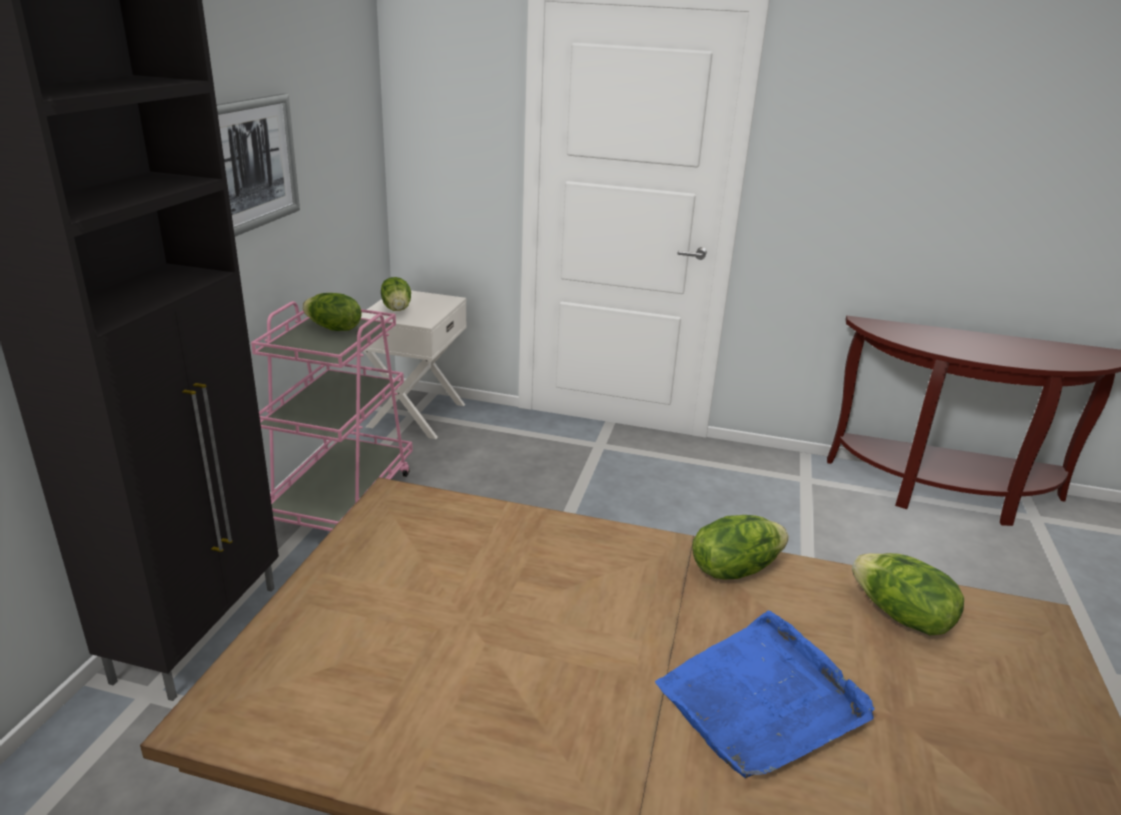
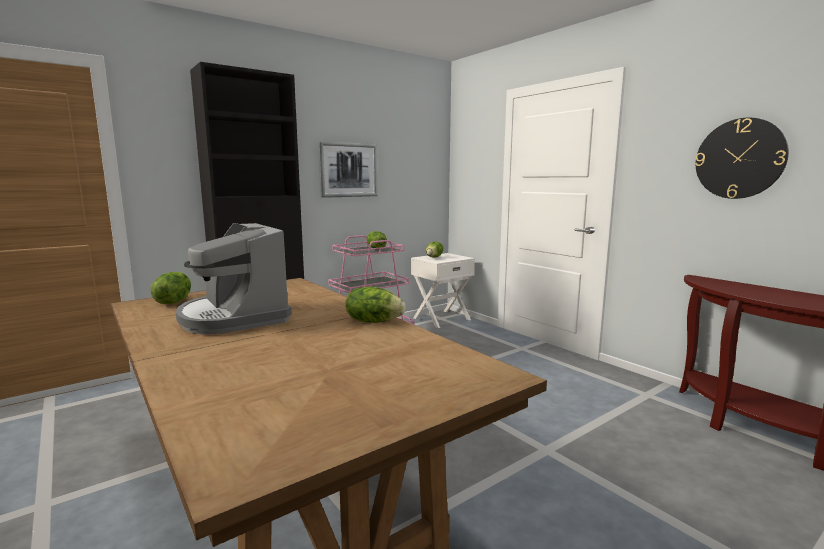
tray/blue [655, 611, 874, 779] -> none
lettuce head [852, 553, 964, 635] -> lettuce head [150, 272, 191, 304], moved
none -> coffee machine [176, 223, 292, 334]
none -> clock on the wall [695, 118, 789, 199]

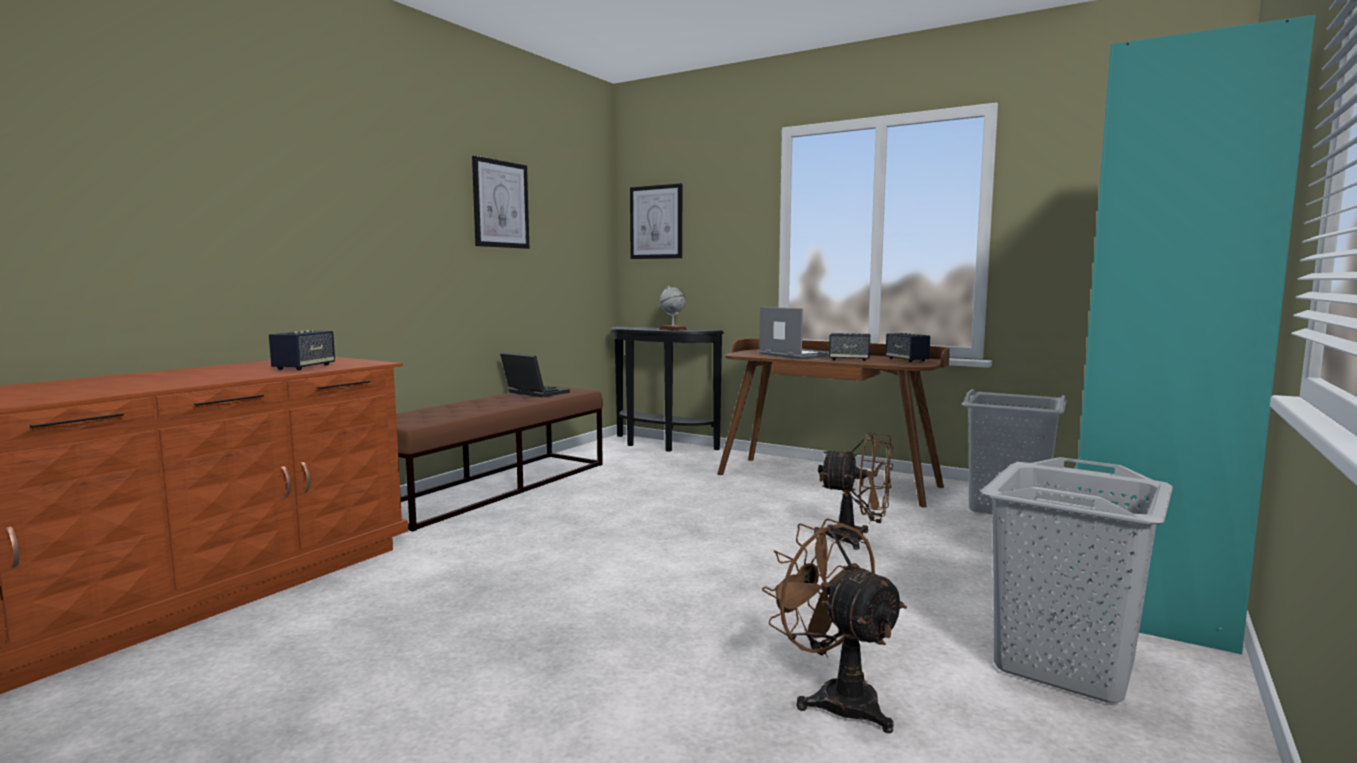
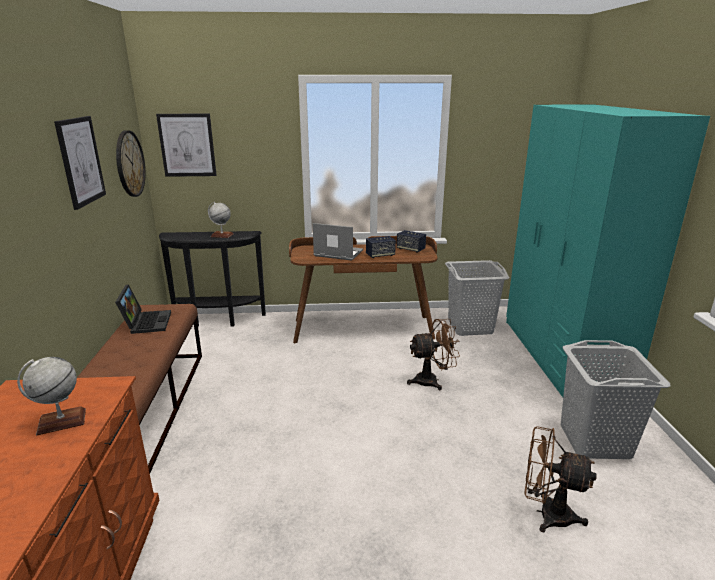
loudspeaker [269, 330, 335, 370] -> globe [17, 357, 86, 435]
laptop [500, 352, 570, 397] -> laptop [115, 284, 171, 334], 75 degrees clockwise
none -> clock on the wall [116, 130, 145, 197]

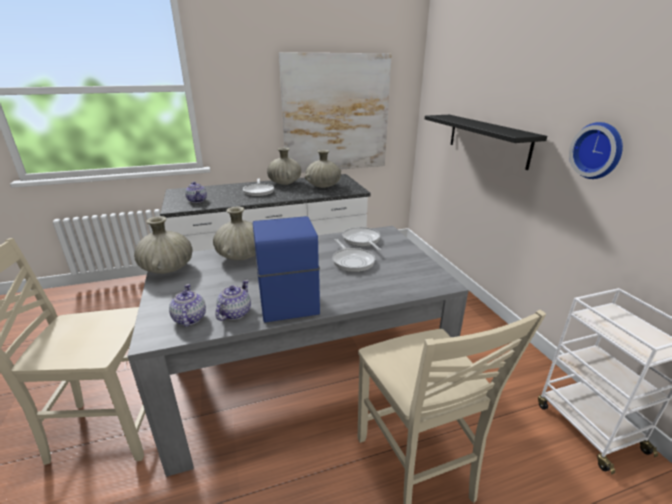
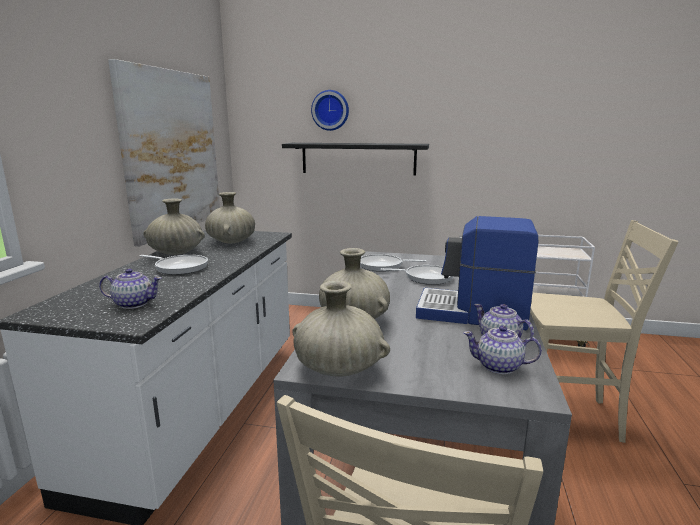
clock on the wall [569, 122, 623, 179] -> clock on the wall [311, 90, 349, 131], moved

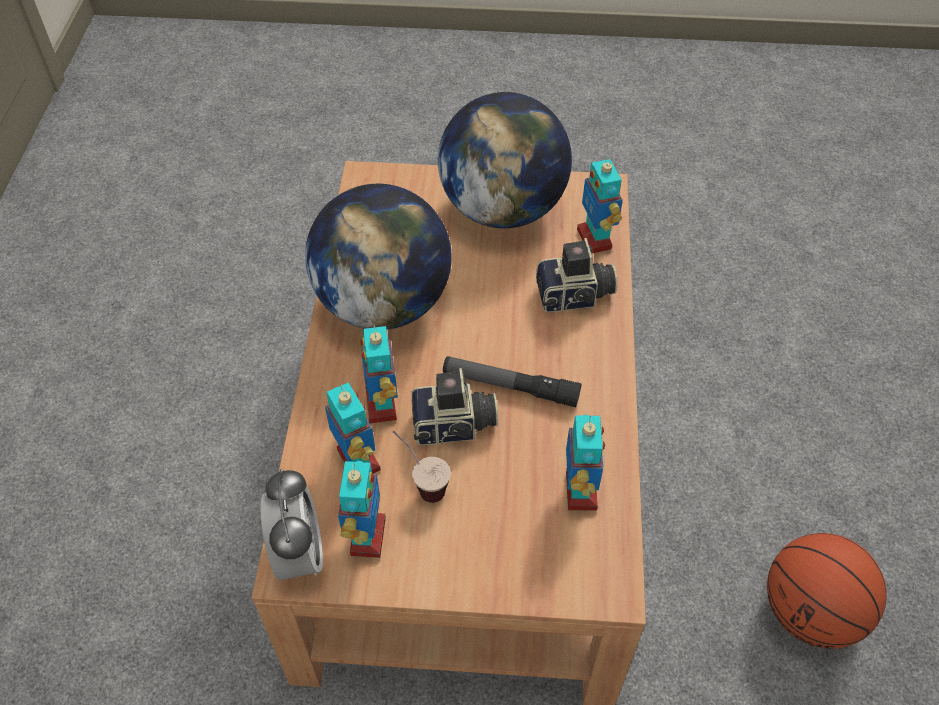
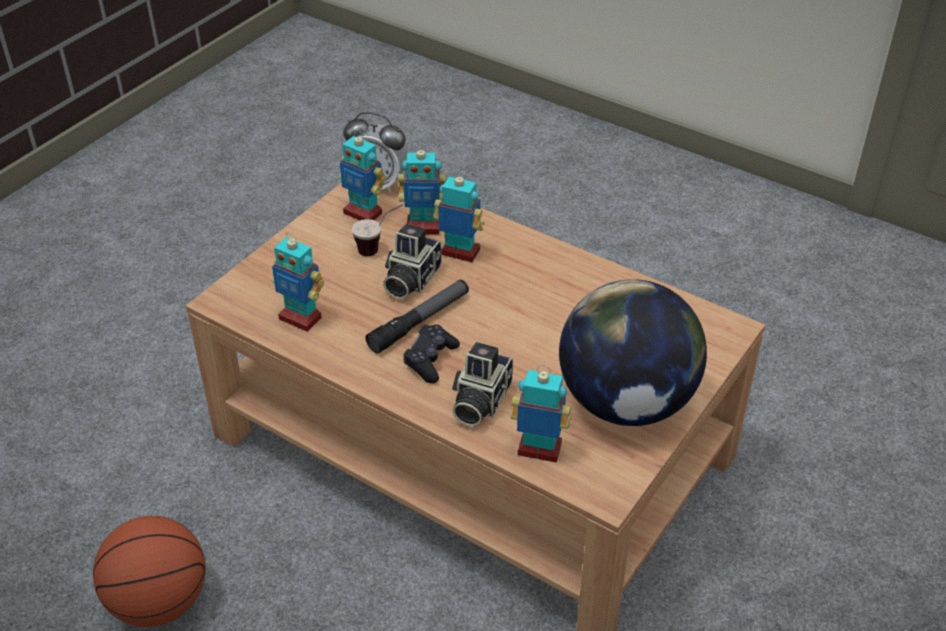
globe [305, 184, 452, 330] -> none
none -> joypad/black-coloured [403, 325, 460, 383]

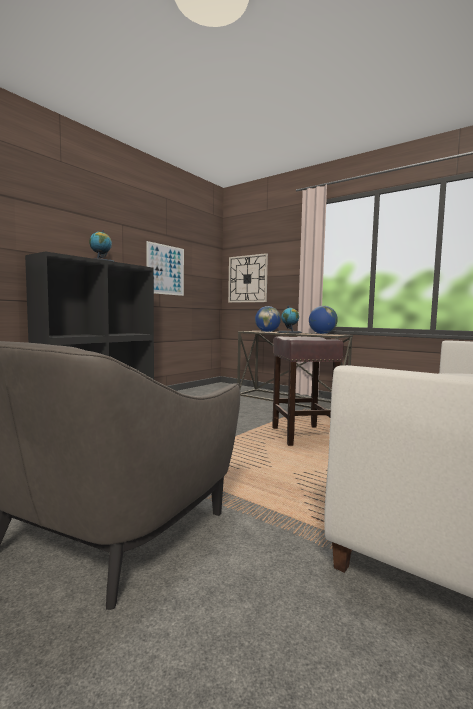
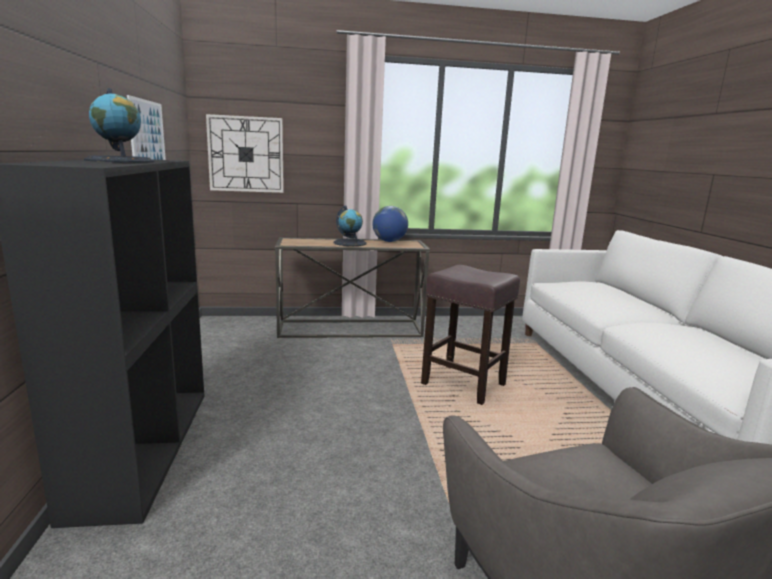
globe [255, 306, 281, 332] -> none

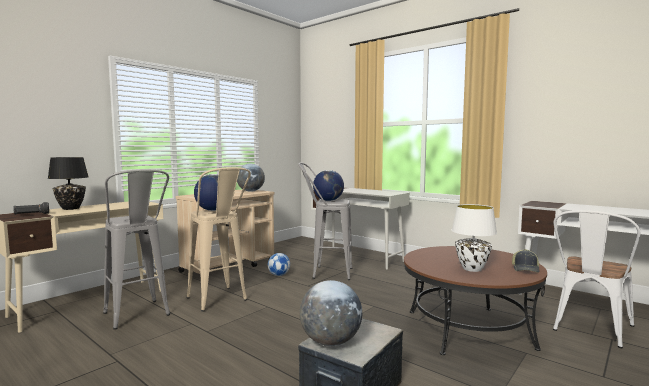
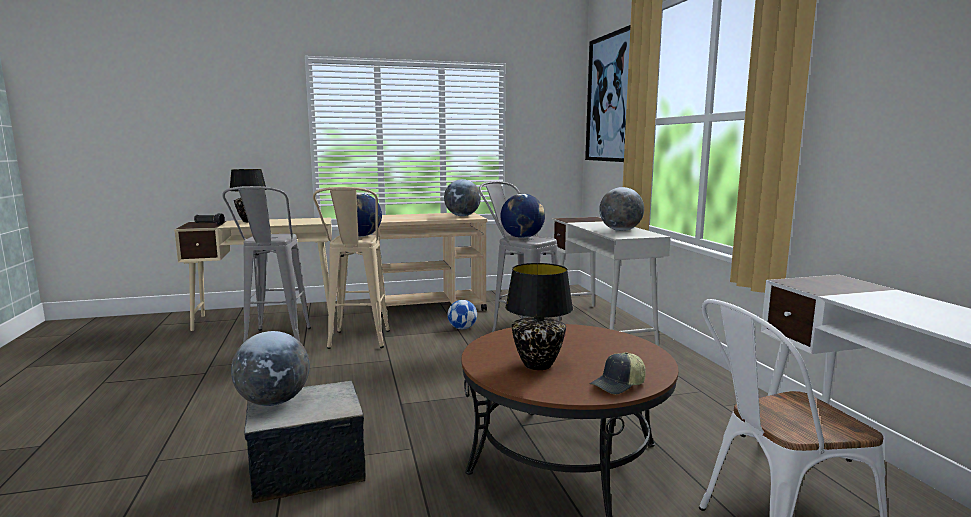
lamp for a table/whitish [452, 204, 497, 272] -> lamp for a table/black-coloured [505, 263, 573, 370]
none -> wall art [585, 25, 630, 162]
none -> globe [599, 187, 644, 231]

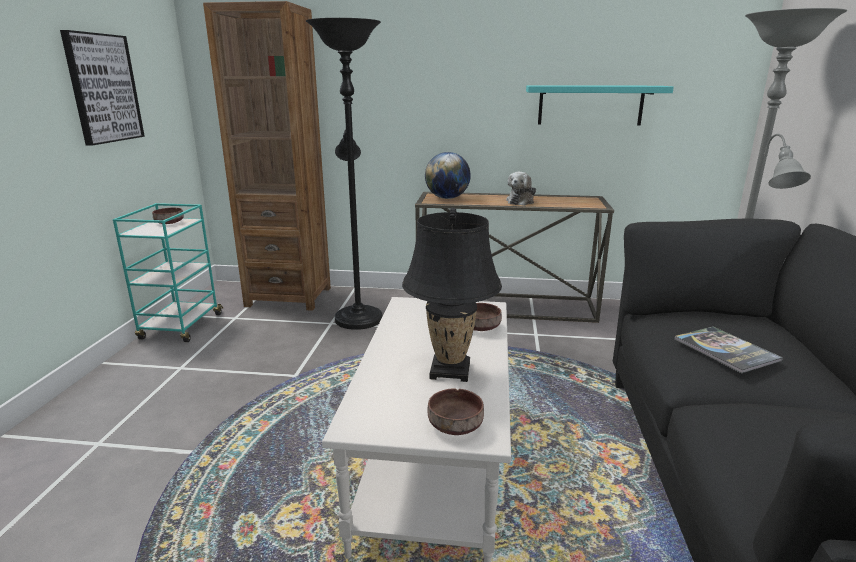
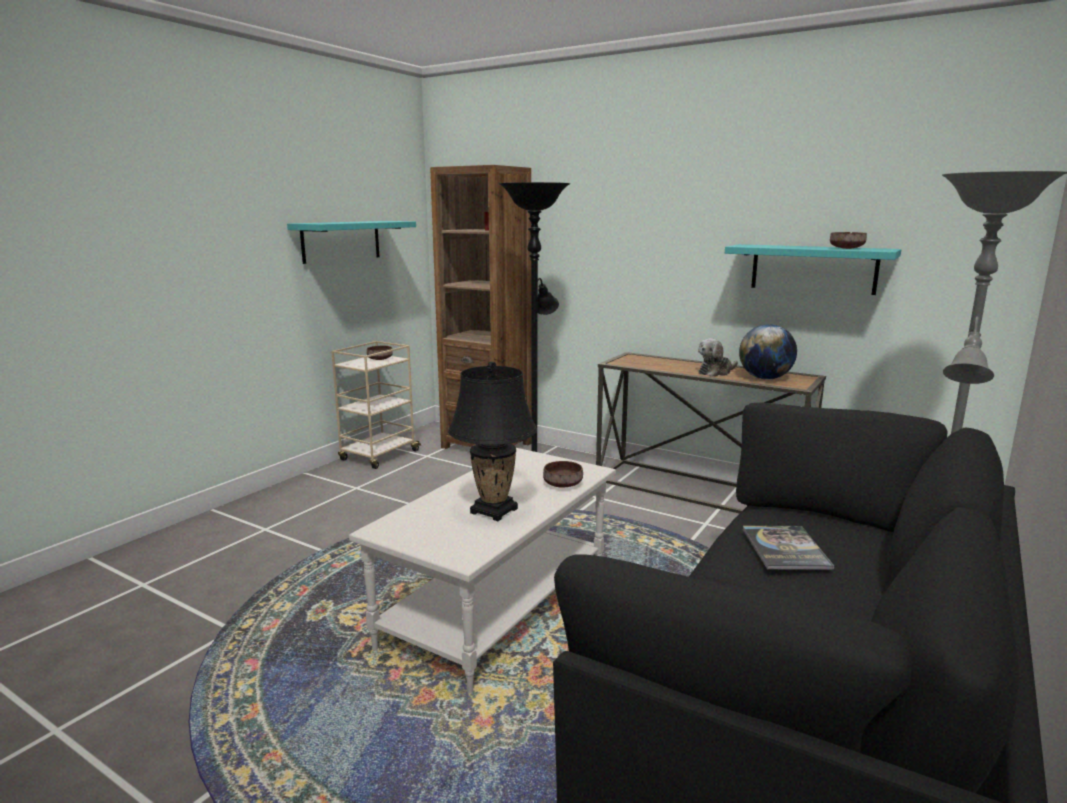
wall art [60, 30, 145, 146] -> bracket shelf/turquoise [287, 221, 416, 264]
cart/turquoise [113, 203, 223, 342] -> cart/beige [331, 341, 421, 469]
globe [425, 152, 471, 199] -> globe [739, 324, 797, 380], moved
bowl/brownish [428, 388, 484, 435] -> bowl/brownish [830, 232, 867, 249], moved

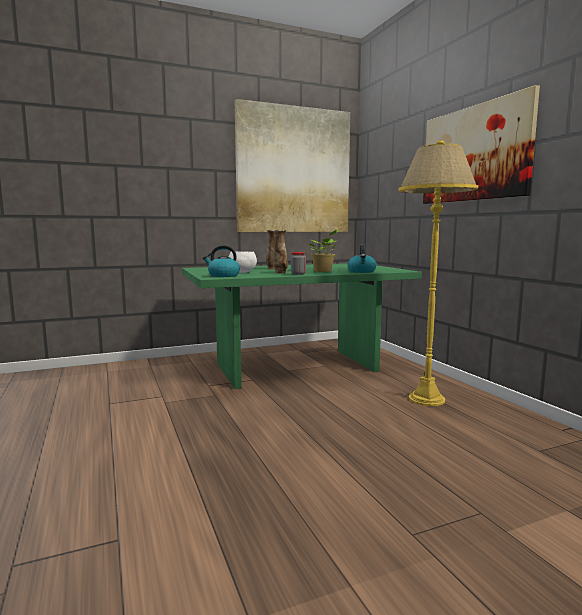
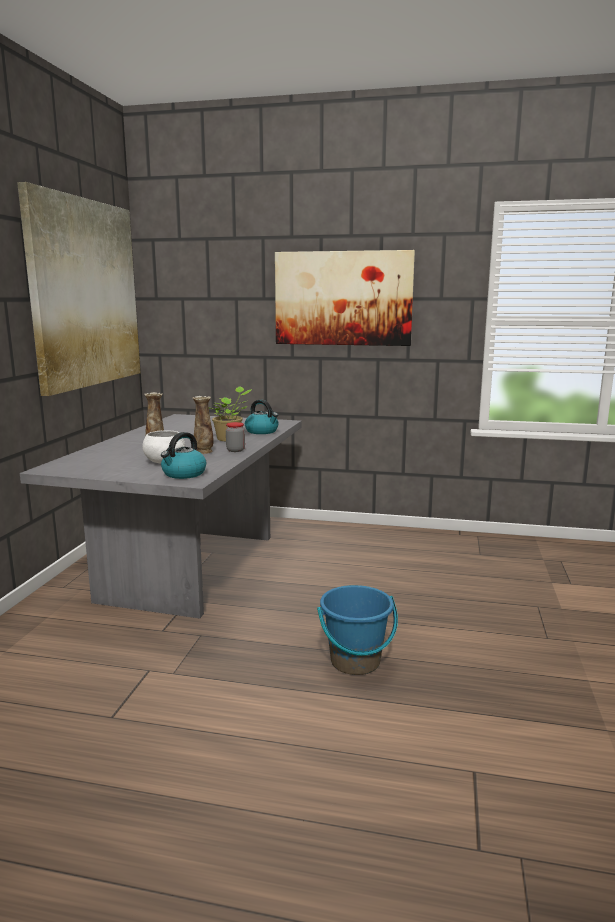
dinner table/green-coloured [182, 263, 422, 389] -> dinner table/greyish [20, 414, 301, 619]
floor lamp/yellowish [398, 140, 478, 406] -> none
none -> bucket/blue [317, 585, 398, 675]

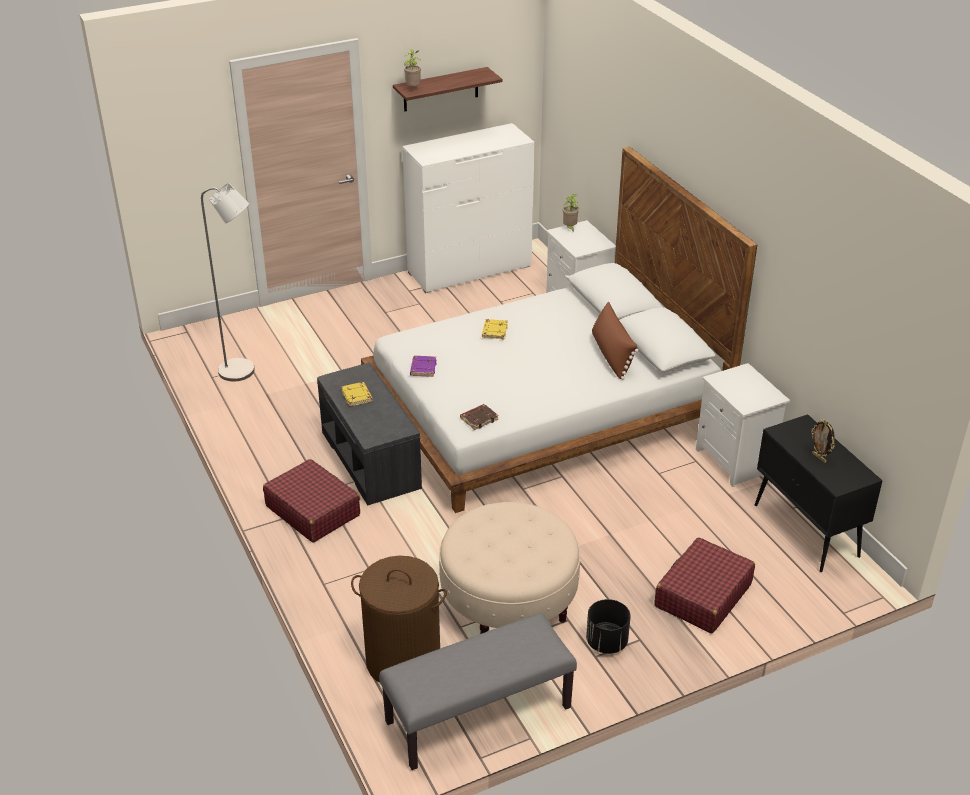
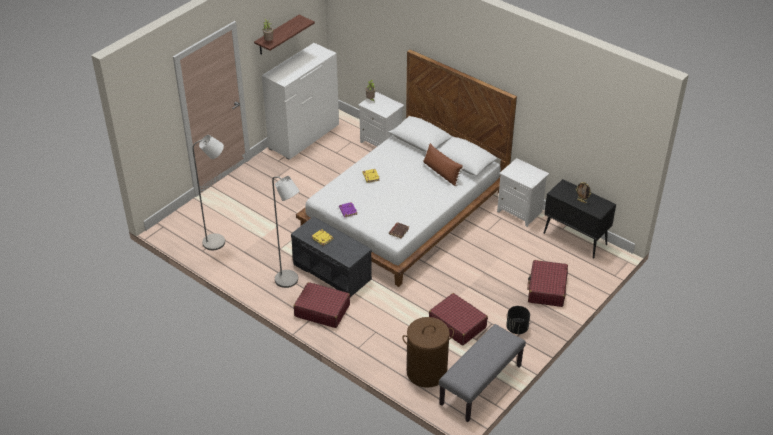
ottoman/beige [439, 502, 580, 634] -> suitcase/red-coloured [429, 293, 488, 346]
none -> floor lamp/greyish [272, 176, 300, 288]

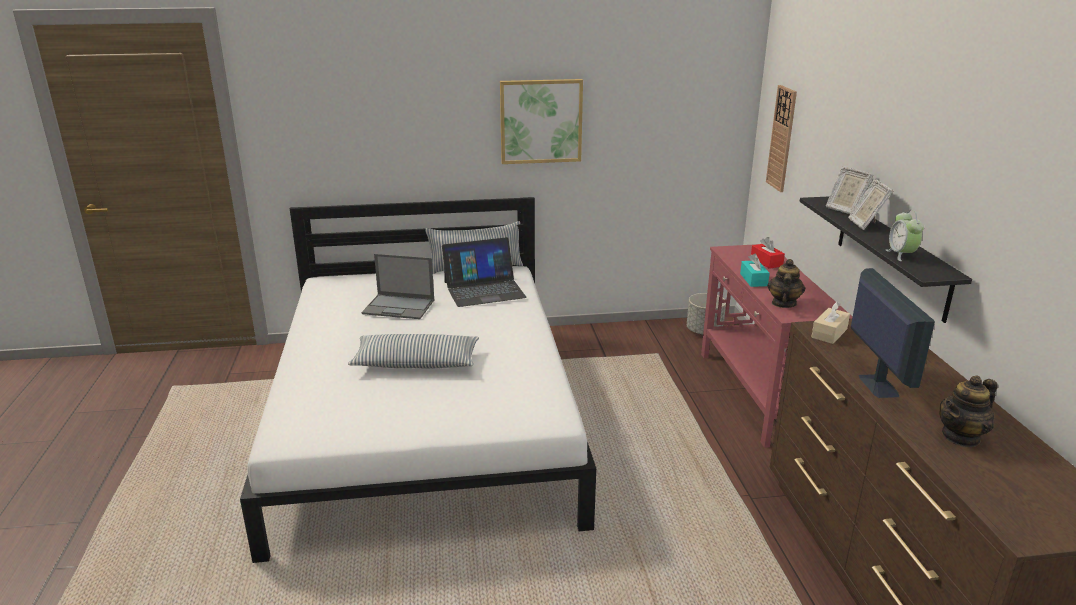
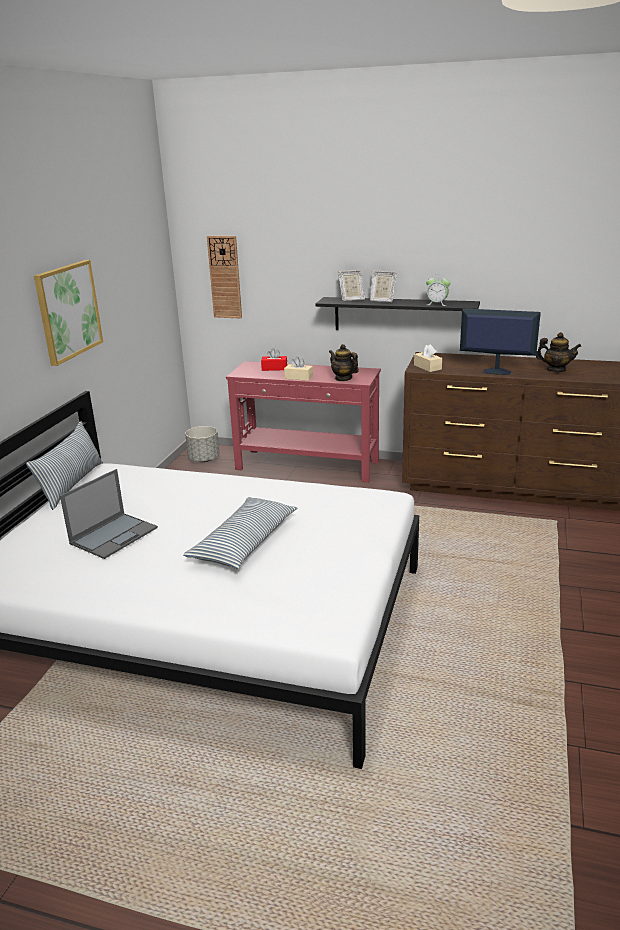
laptop [442, 237, 527, 307] -> none
box of tissues/turquoise [740, 254, 770, 287] -> box of tissues/beige [284, 357, 313, 381]
tea pot [939, 375, 998, 447] -> tea pot [536, 332, 581, 372], 60 degrees counterclockwise

